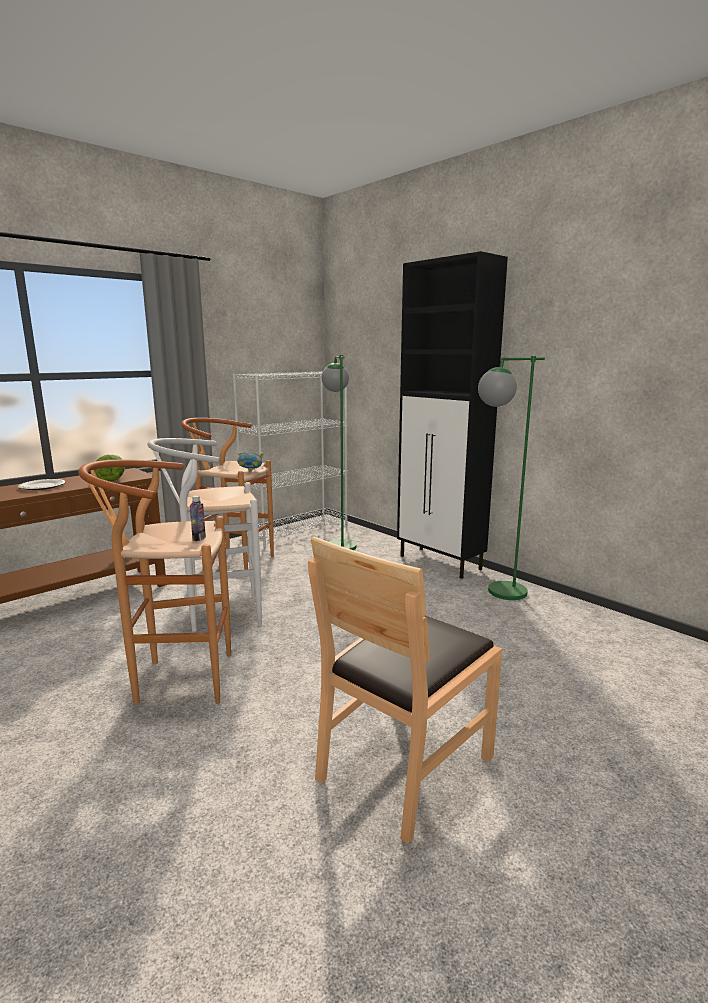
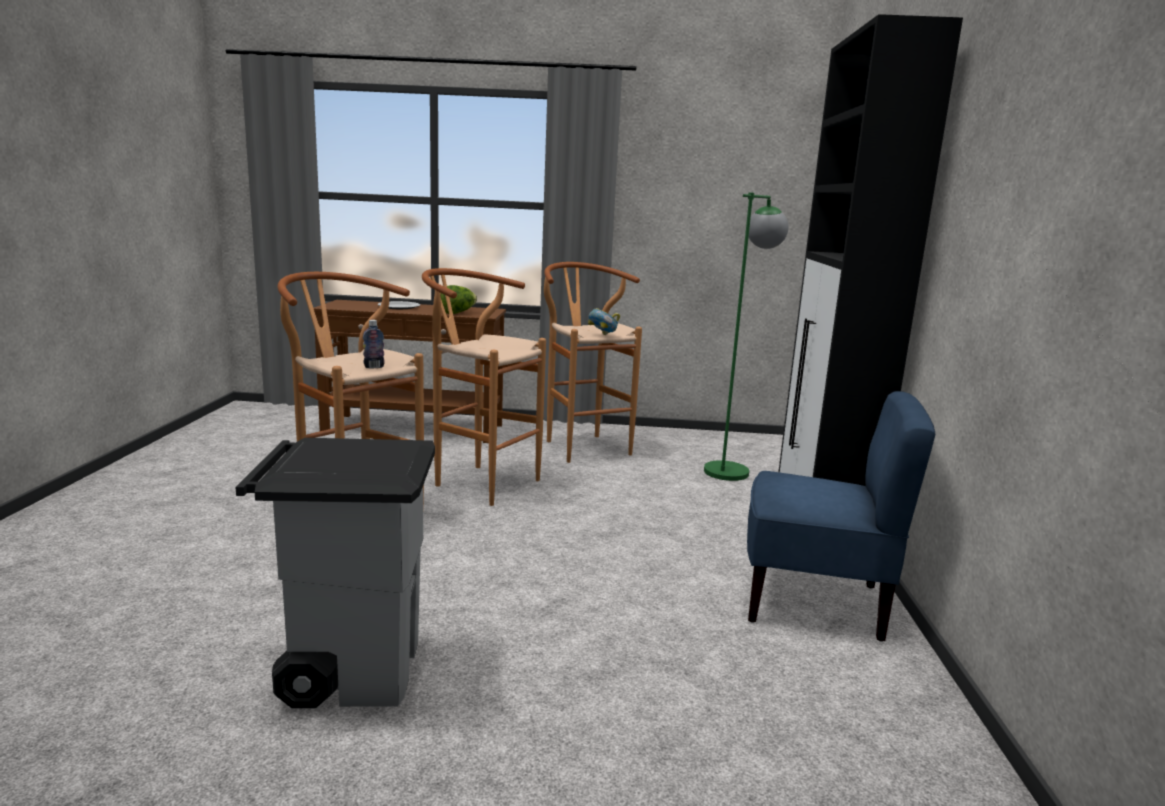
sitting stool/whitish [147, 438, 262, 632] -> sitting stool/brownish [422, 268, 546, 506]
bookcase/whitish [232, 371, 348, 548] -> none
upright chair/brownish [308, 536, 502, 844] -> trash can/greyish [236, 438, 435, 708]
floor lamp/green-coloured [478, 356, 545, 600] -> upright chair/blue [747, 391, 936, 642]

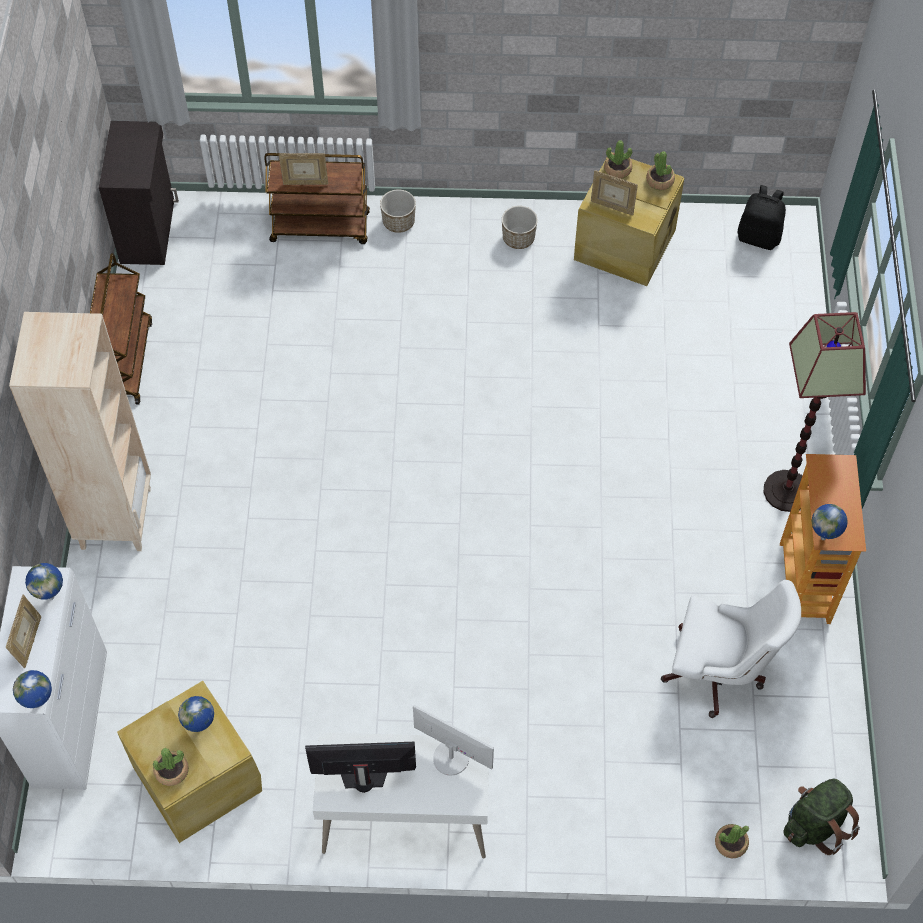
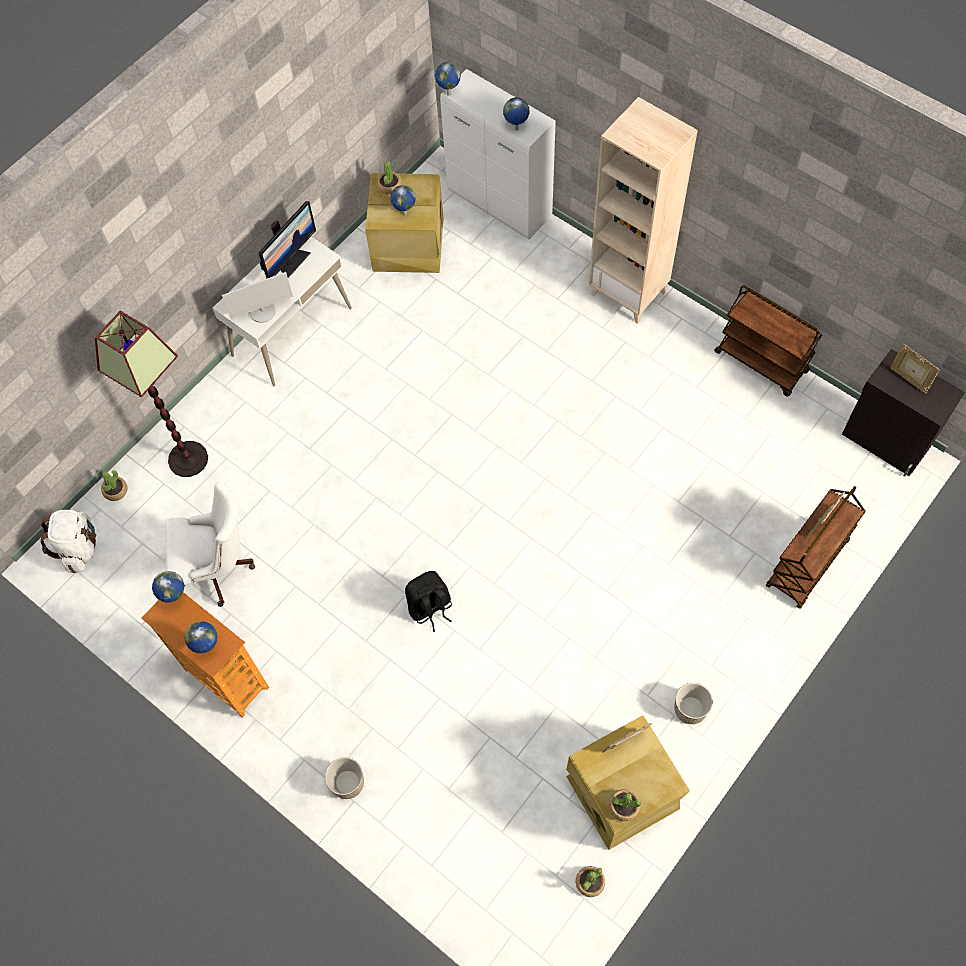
photo frame [6, 595, 41, 668] -> photo frame [890, 344, 940, 394], moved
flower pot [380, 190, 416, 233] -> flower pot [325, 757, 364, 799], moved
potted plant [604, 141, 633, 179] -> potted plant [576, 866, 605, 897], moved
computer chair/whitish [661, 580, 801, 718] -> computer chair/whitish [165, 482, 255, 607], 150 degrees counterclockwise
backpack/black-coloured [738, 185, 786, 250] -> backpack/black-coloured [405, 571, 452, 632], moved
floor lamp [763, 312, 866, 512] -> floor lamp [95, 311, 208, 477], moved
backpack/green-coloured [783, 779, 860, 855] -> backpack/whitish [41, 510, 96, 573]
none -> globe [185, 621, 217, 653]

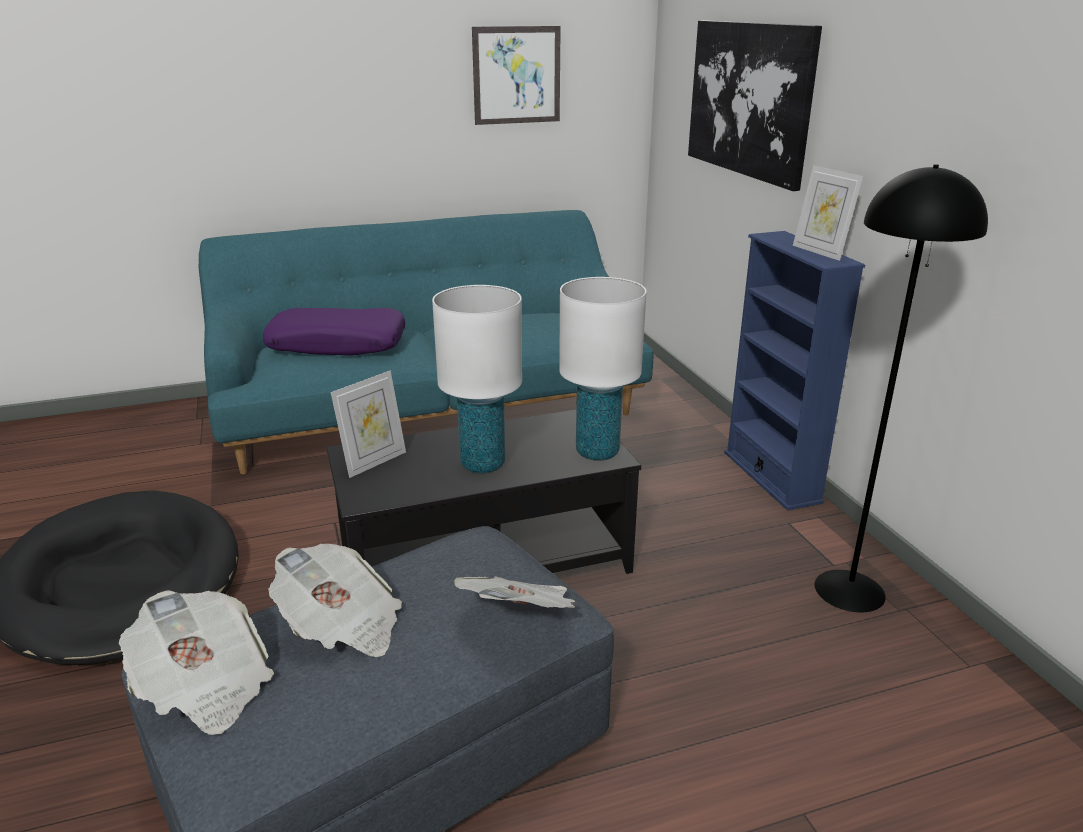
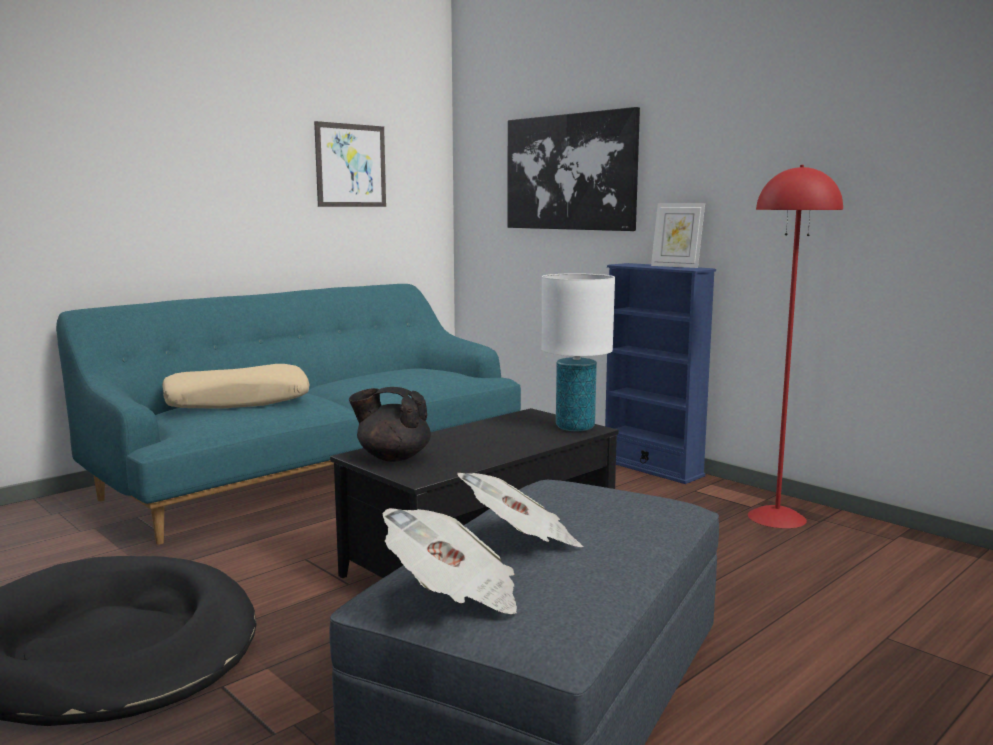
pillow/purplish [263, 308, 405, 356] -> pillow/beige [162, 364, 310, 409]
photo frame [331, 371, 406, 478] -> tea pot/black-coloured [349, 387, 431, 462]
lamp for a table/whitish [432, 285, 522, 473] -> none
daily paper [454, 577, 575, 608] -> none
floor lamp/black-coloured [814, 164, 988, 613] -> floor lamp/red-coloured [748, 165, 843, 528]

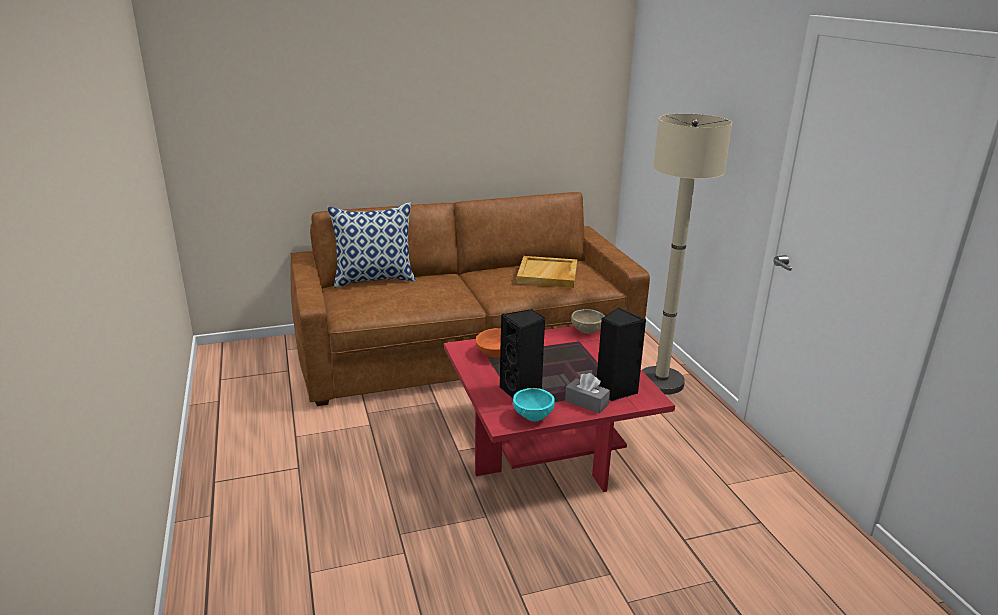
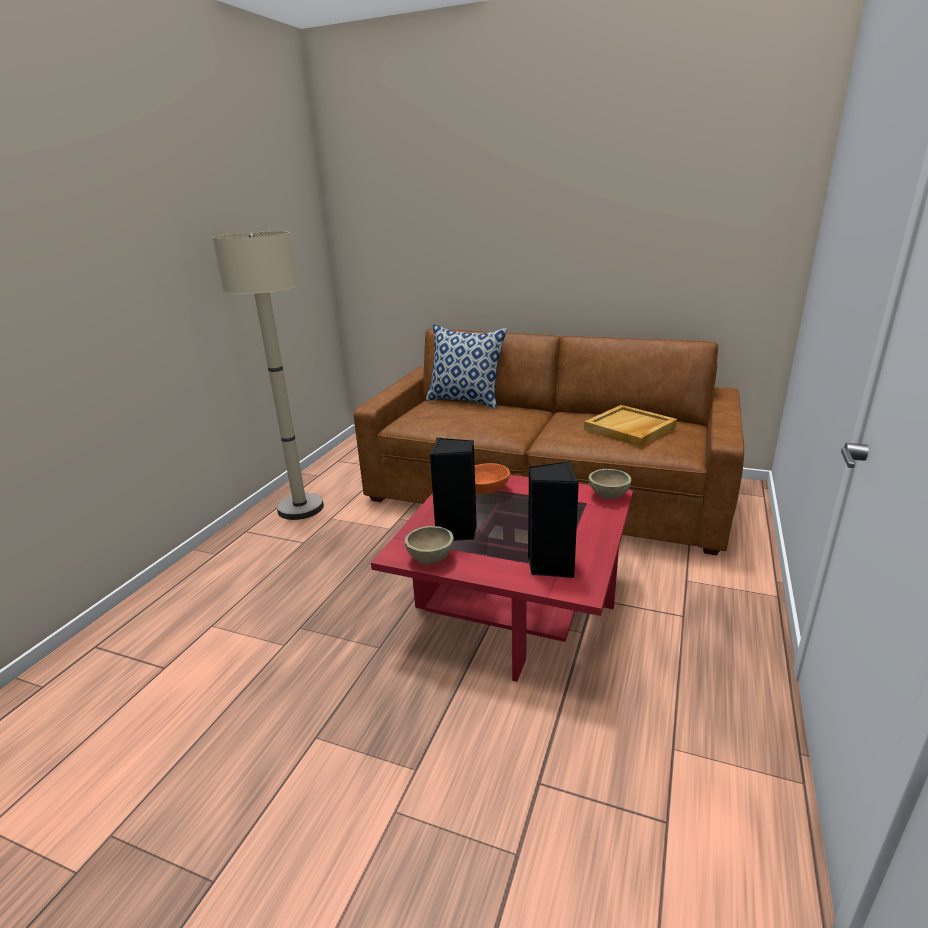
bowl/turquoise [513, 388, 555, 421] -> bowl/beige [405, 526, 454, 564]
box of tissues/greyish [565, 373, 610, 413] -> none
floor lamp/beige [642, 114, 732, 394] -> floor lamp/beige [212, 231, 324, 520], moved

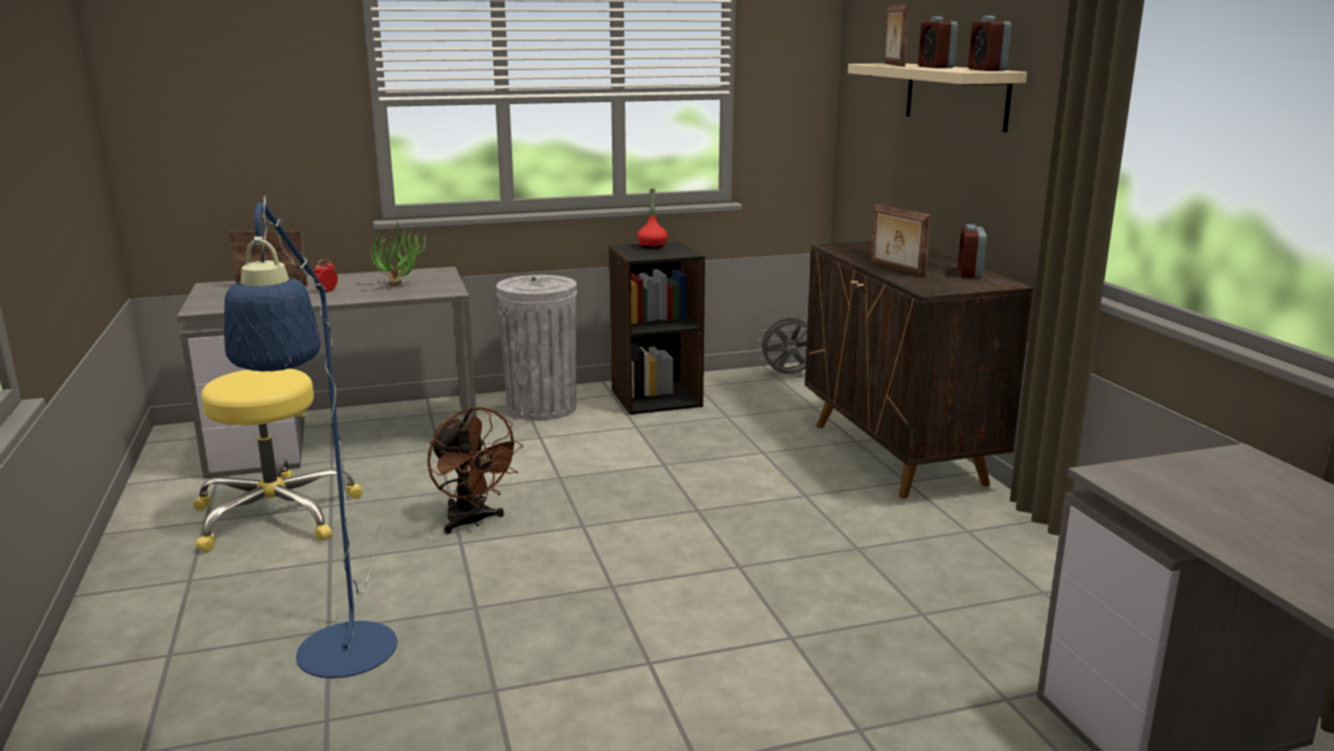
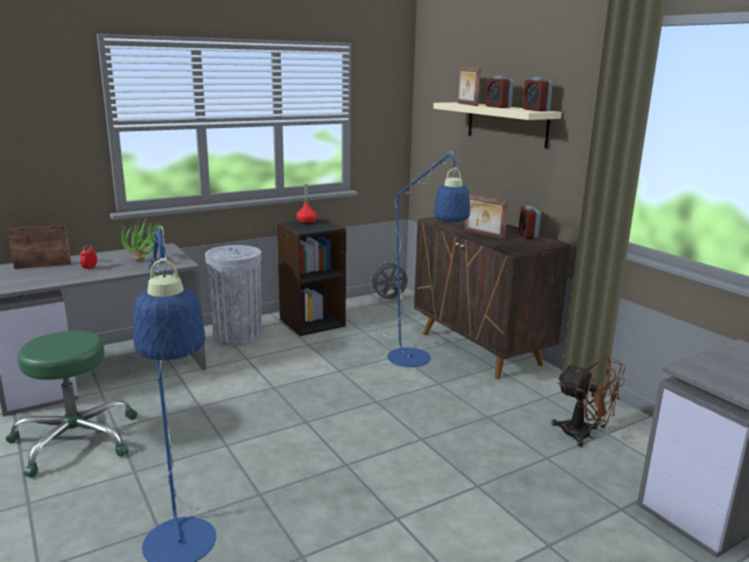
sitting stool/yellowish [193, 369, 363, 552] -> sitting stool/green-coloured [6, 331, 138, 478]
cooling fan/brownish [428, 407, 523, 534] -> cooling fan/brownish [552, 356, 625, 447], moved
none -> floor lamp/blue [361, 151, 470, 367]

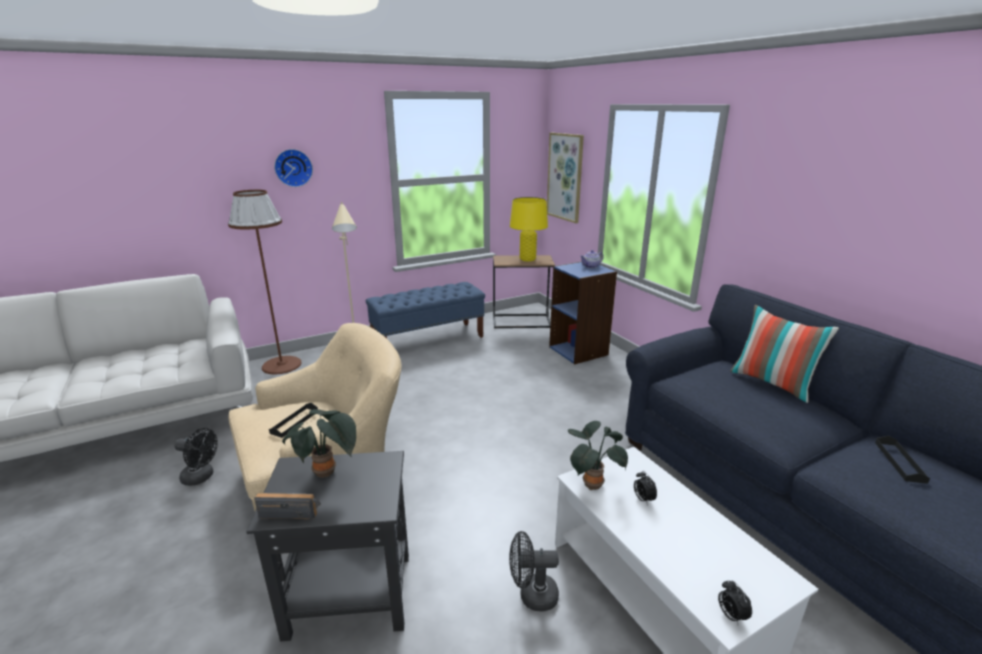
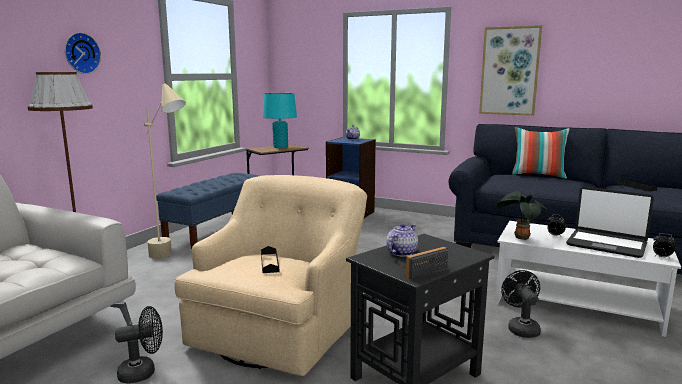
potted plant [282, 409, 356, 478] -> tea pot [386, 223, 418, 257]
cooling fan/black-coloured [509, 531, 559, 612] -> cooling fan/black-coloured [501, 270, 541, 338], 120 degrees clockwise
lamp for a table/yellowish [510, 197, 548, 261] -> lamp for a table/turquoise [263, 93, 297, 148]
wall art [547, 133, 584, 223] -> wall art [479, 25, 542, 116], moved
none -> laptop [566, 187, 654, 258]

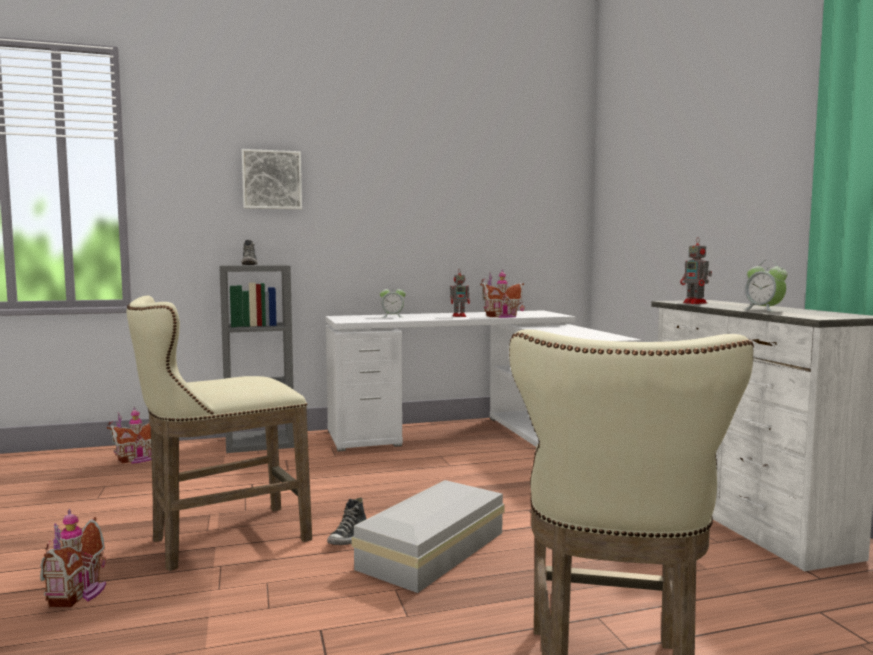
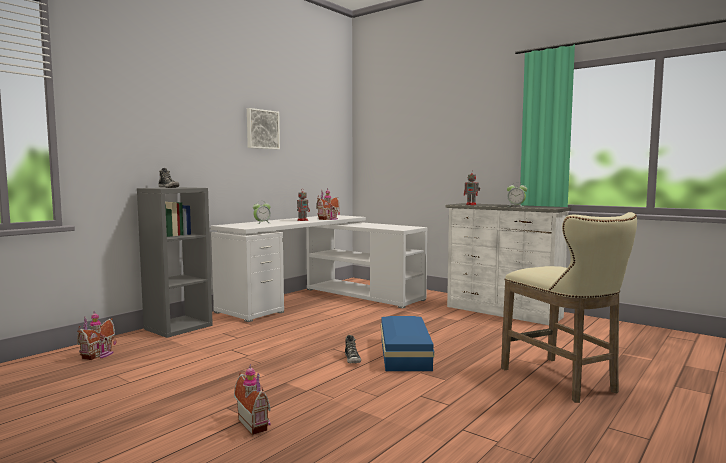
sitting stool/beige [127, 296, 312, 571] -> none
wall art [242, 149, 302, 209] -> wall art [247, 108, 280, 149], moved
storage bin/whitish [351, 480, 505, 593] -> storage bin/blue [381, 316, 434, 371]

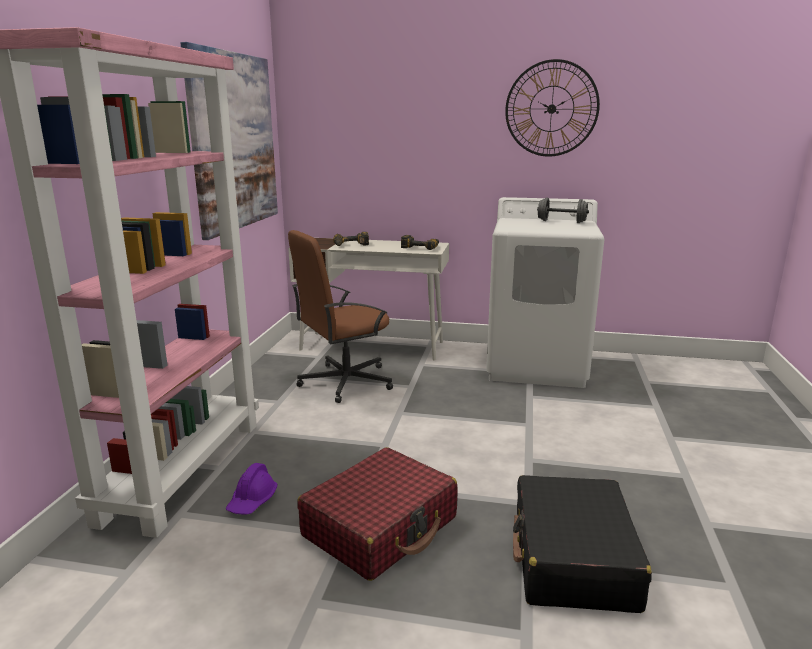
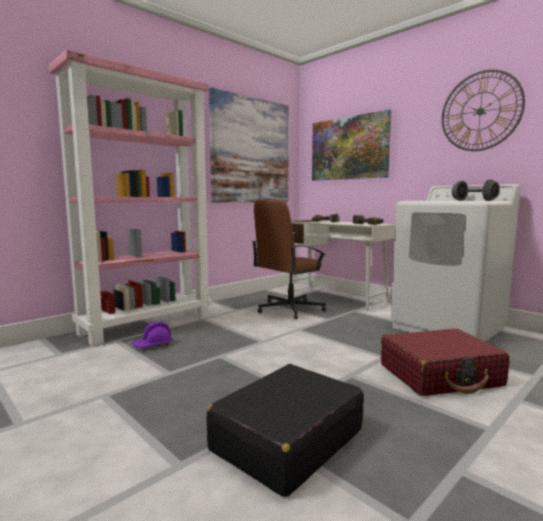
computer chair/brownish [288, 230, 393, 403] -> computer chair/brownish [252, 200, 326, 319], 45 degrees counterclockwise
suitcase/red-coloured [298, 447, 458, 581] -> suitcase/red-coloured [381, 328, 510, 396], moved
none -> wall art [312, 109, 392, 181]

